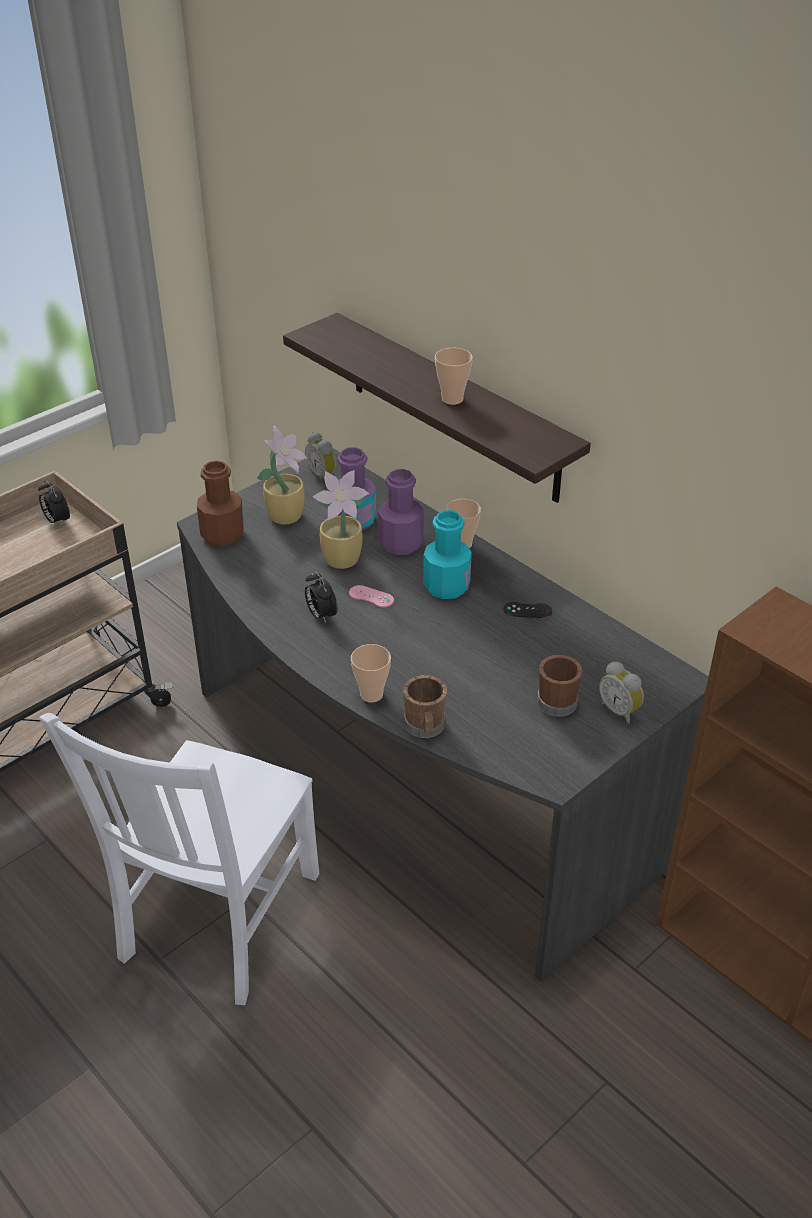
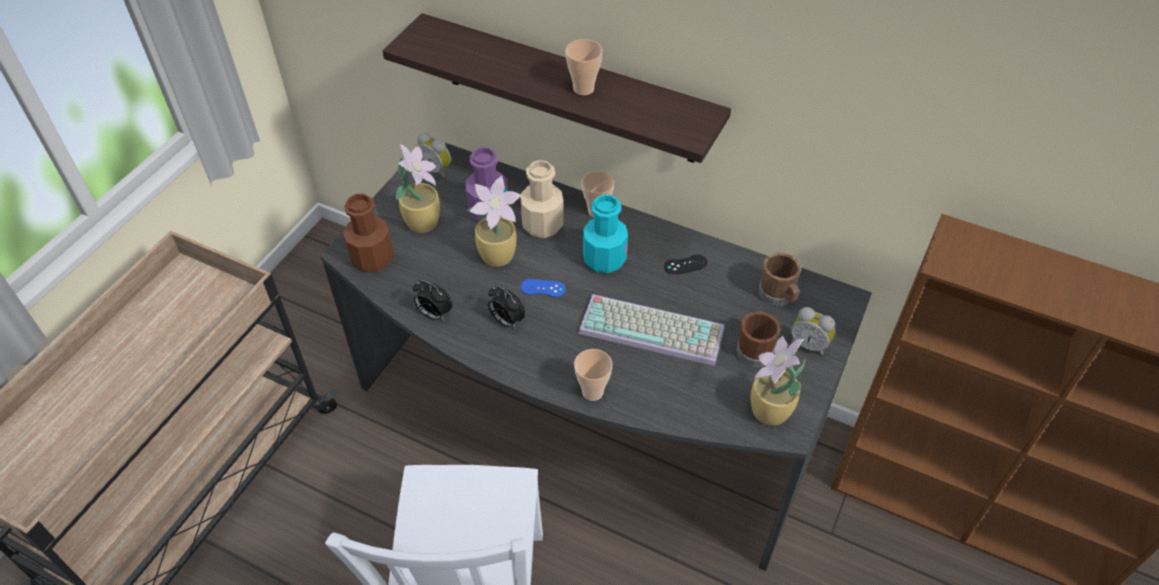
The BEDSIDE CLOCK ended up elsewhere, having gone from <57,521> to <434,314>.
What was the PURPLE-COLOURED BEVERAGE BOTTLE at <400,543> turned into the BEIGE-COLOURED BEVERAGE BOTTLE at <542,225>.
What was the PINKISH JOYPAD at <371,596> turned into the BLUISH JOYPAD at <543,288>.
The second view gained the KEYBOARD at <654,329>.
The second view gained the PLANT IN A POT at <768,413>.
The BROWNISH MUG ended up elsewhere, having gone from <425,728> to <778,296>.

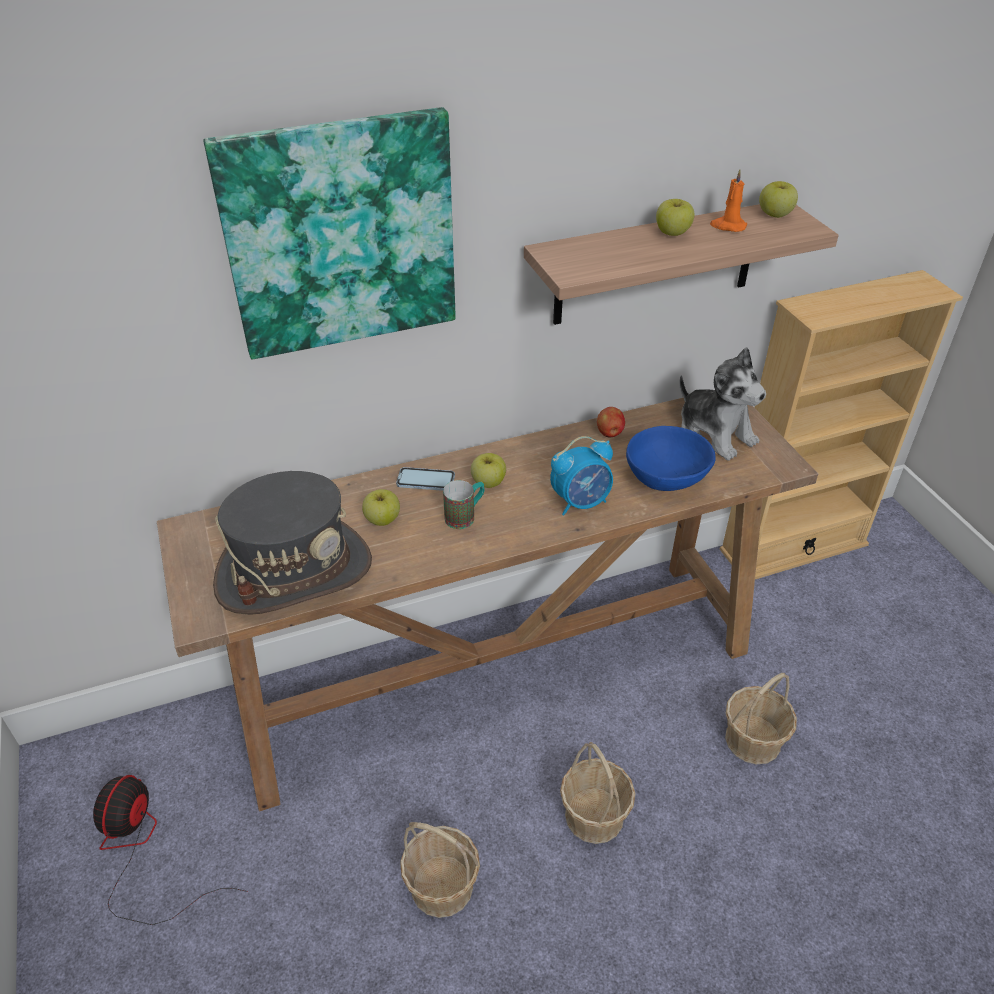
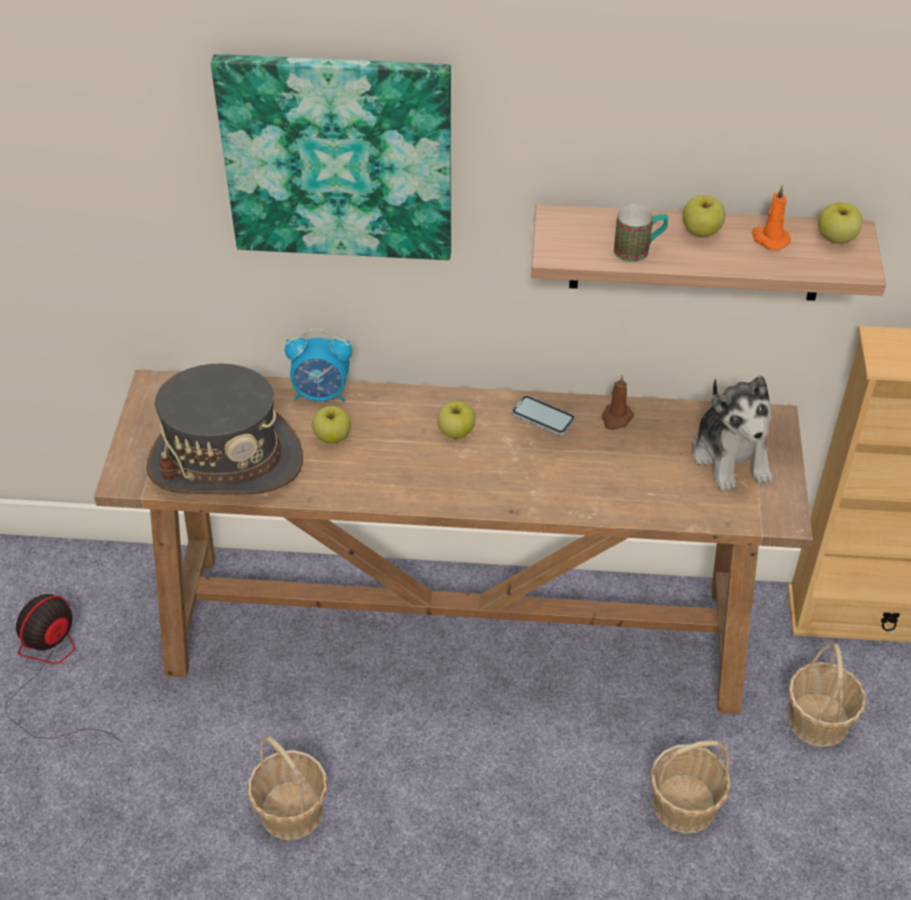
The BEDSIDE CLOCK ended up elsewhere, having gone from <581,502> to <321,393>.
The HANDSET ended up elsewhere, having gone from <425,481> to <543,417>.
Where the WHOLE APPLE stood at <609,433>, the BROWNISH CANDLE came to stand at <616,418>.
The MUG ended up elsewhere, having gone from <465,516> to <639,250>.
The BASKET ended up elsewhere, having gone from <594,815> to <818,720>.
The second view lost the BLUISH BOWL at <666,479>.

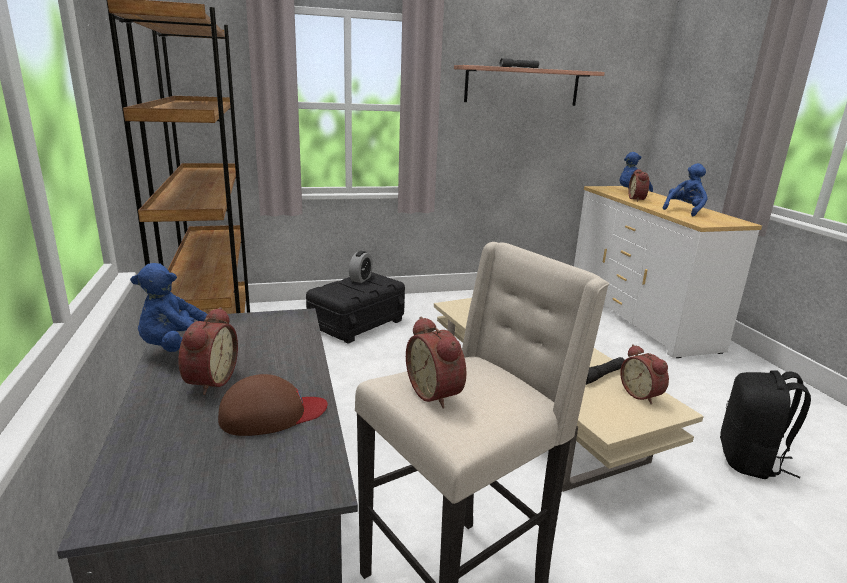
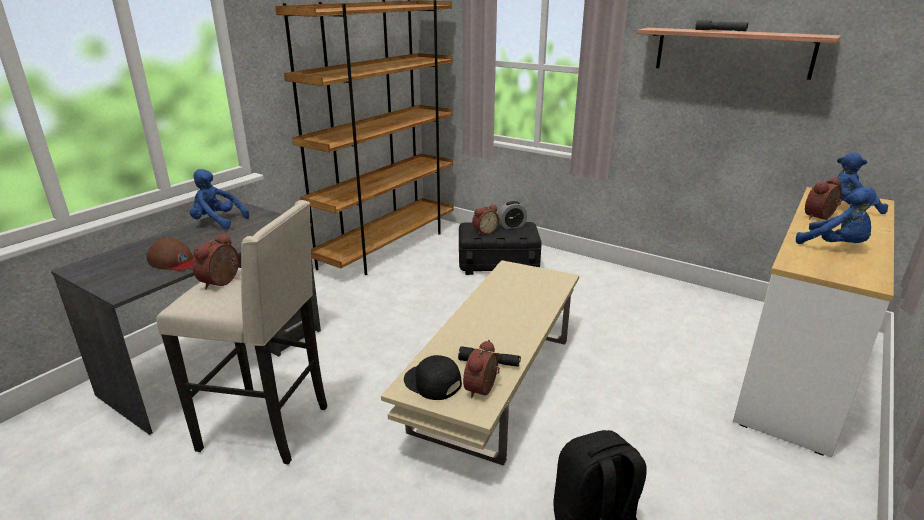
The second view gained the BLACK BASEBALL CAP at <432,383>.
The BEDSIDE CLOCK ended up elsewhere, having gone from <208,381> to <484,231>.
The BLUISH SOFT TOY at <684,210> ended up facing another way, 45 degrees clockwise from before.

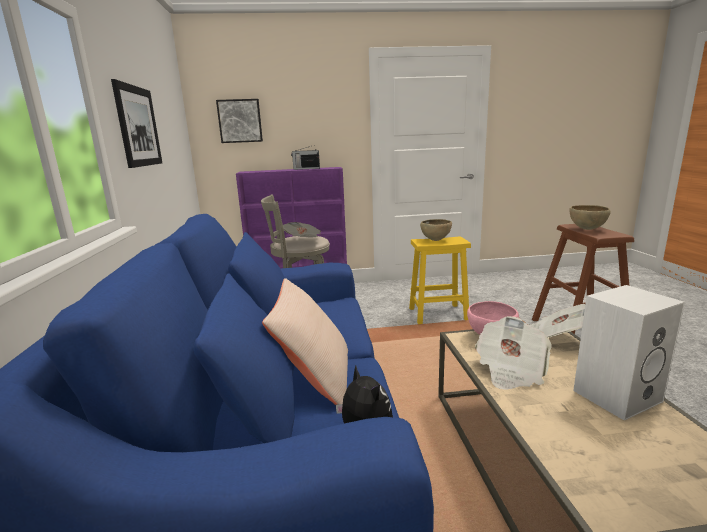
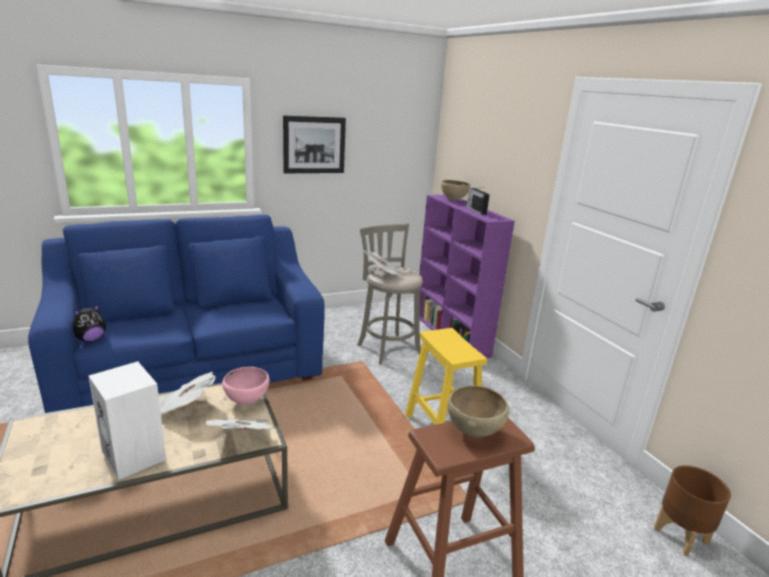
The BROWNISH BOWL ended up elsewhere, having gone from <436,240> to <453,200>.
The second view gained the BROWNISH PLANT POT at <681,536>.
The second view lost the PICTURE at <240,121>.
The second view lost the BEIGE-COLOURED CUSHION at <314,378>.

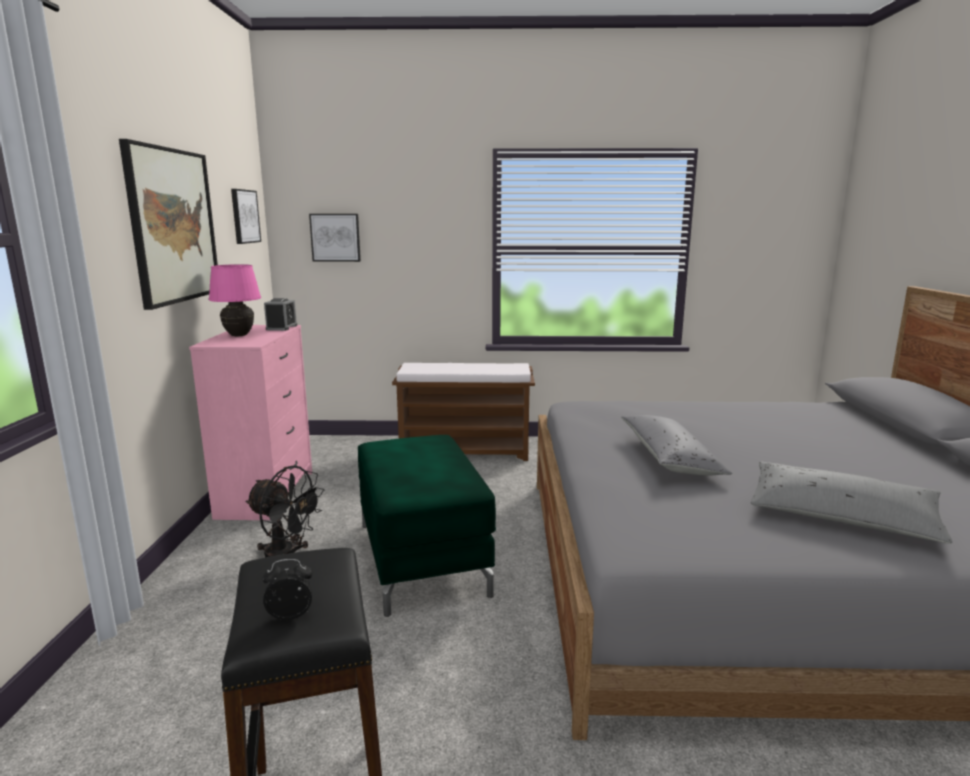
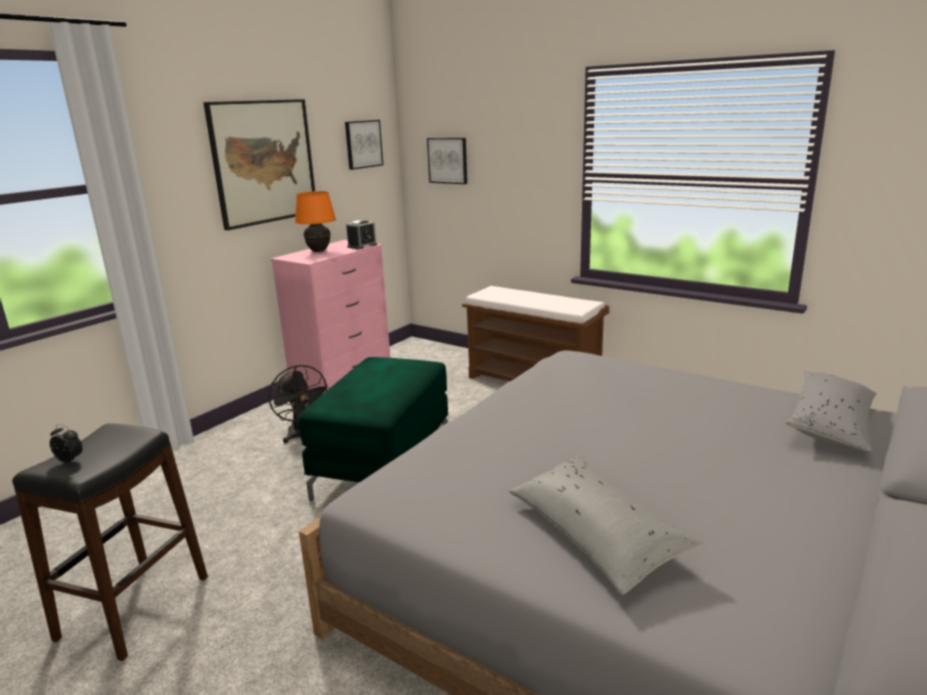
What was the PINKISH LAMP FOR A TABLE at <239,336> turned into the ORANGE LAMP FOR A TABLE at <318,251>.
The GREYISH CUSHION ended up elsewhere, having gone from <670,458> to <831,423>.

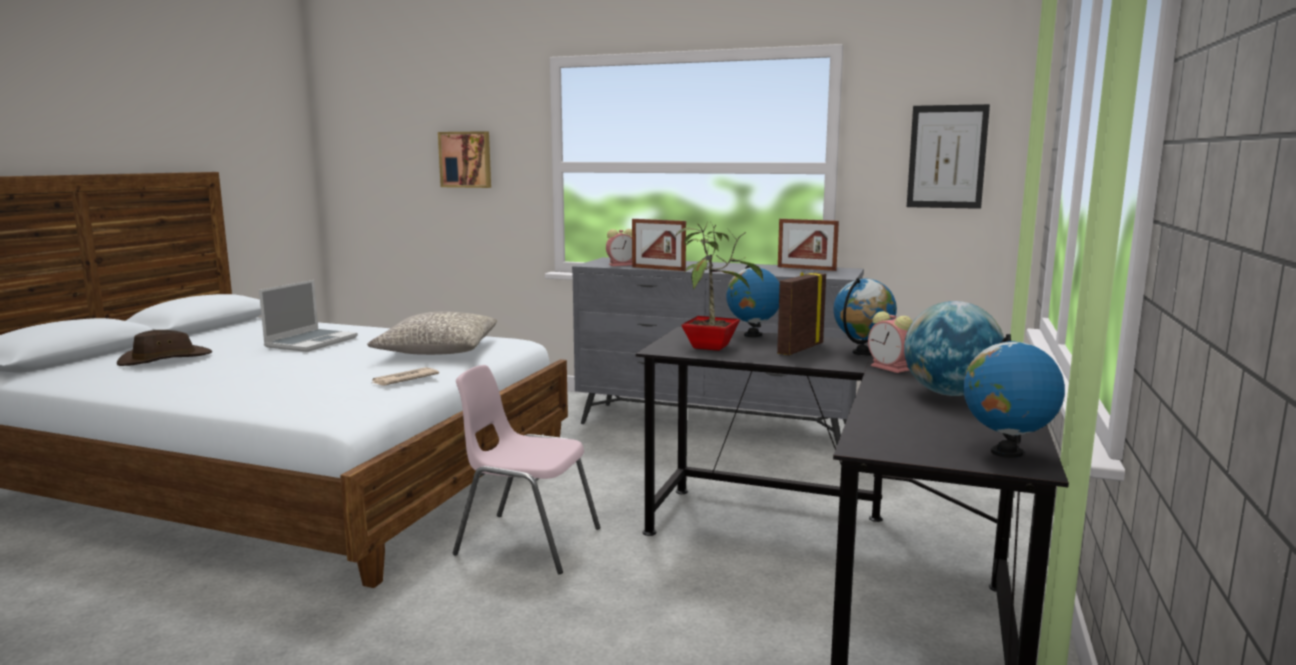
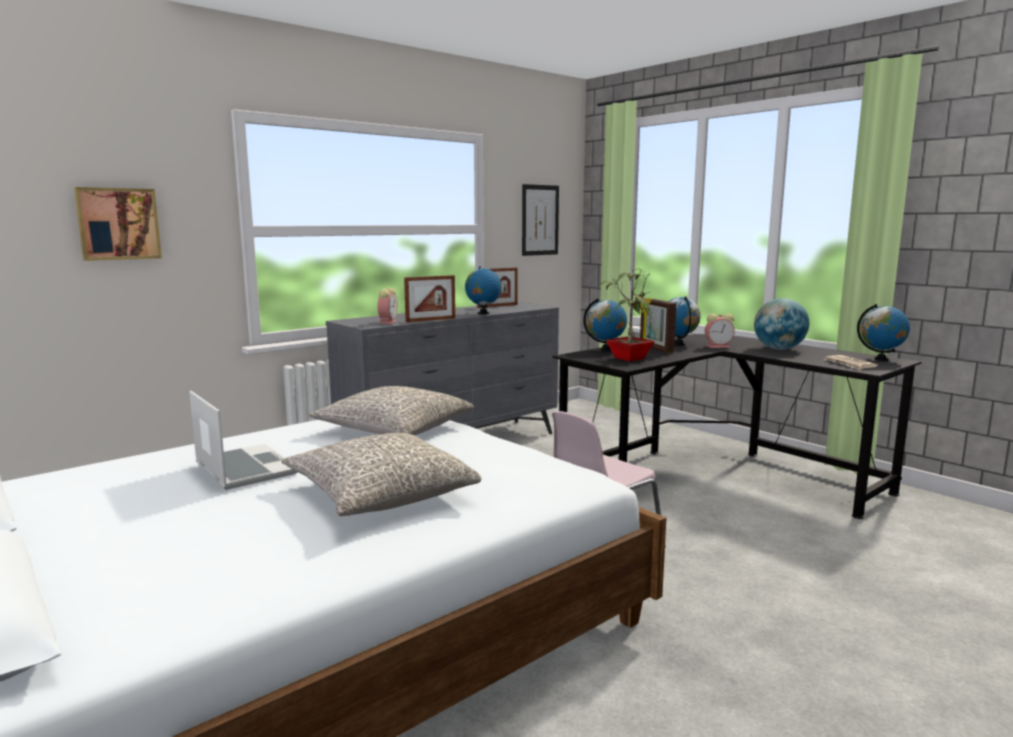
The second view gained the GREYISH CUSHION at <379,494>.
The second view gained the WORLD GLOBE at <483,313>.
The NEWSPAPER ended up elsewhere, having gone from <404,380> to <849,364>.
The second view lost the BROWNISH HAT at <165,359>.

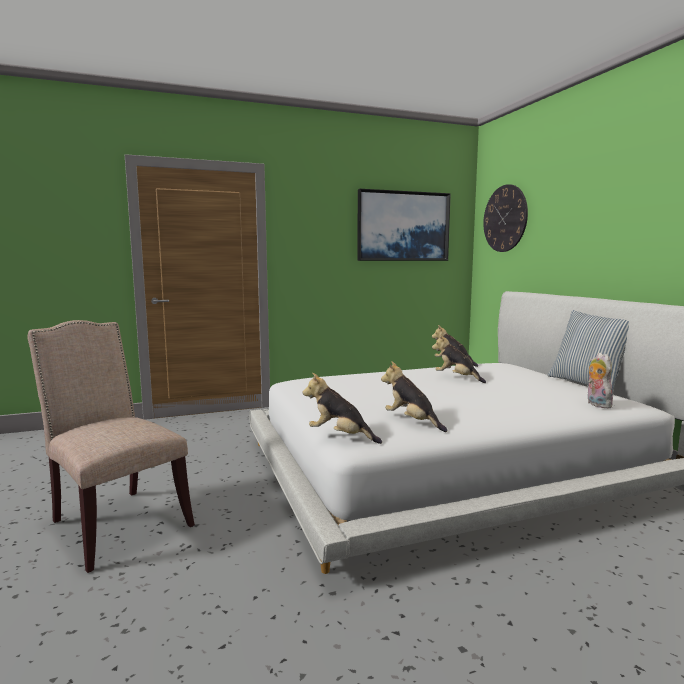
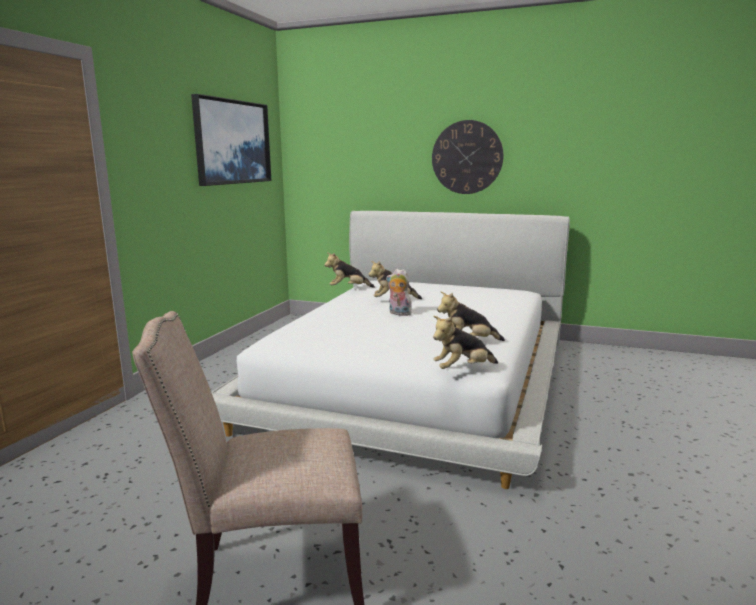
The SOFT TOY ended up elsewhere, having gone from <596,404> to <398,313>.
The HANGING CLOCK ended up elsewhere, having gone from <505,218> to <467,157>.
The second view lost the CUSHION at <587,384>.

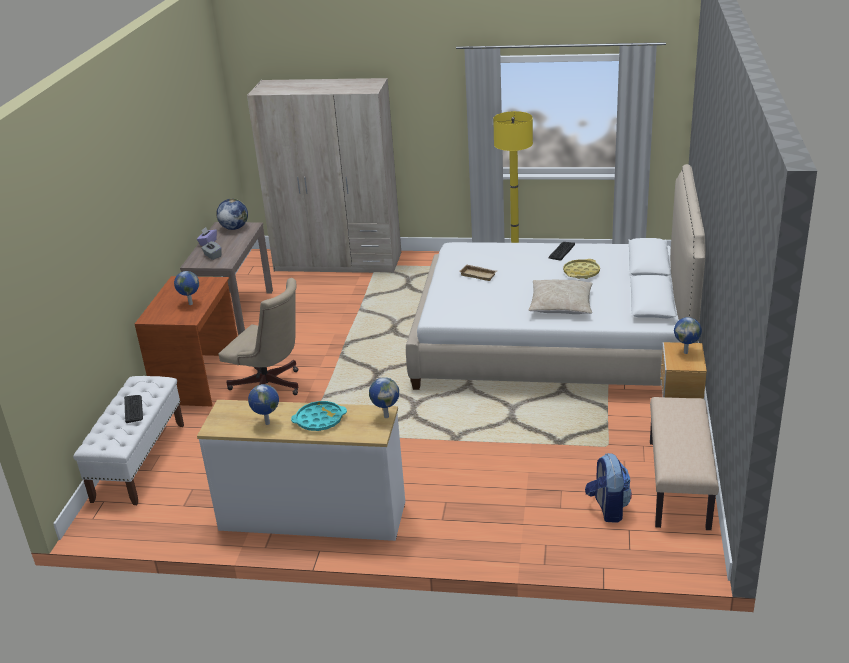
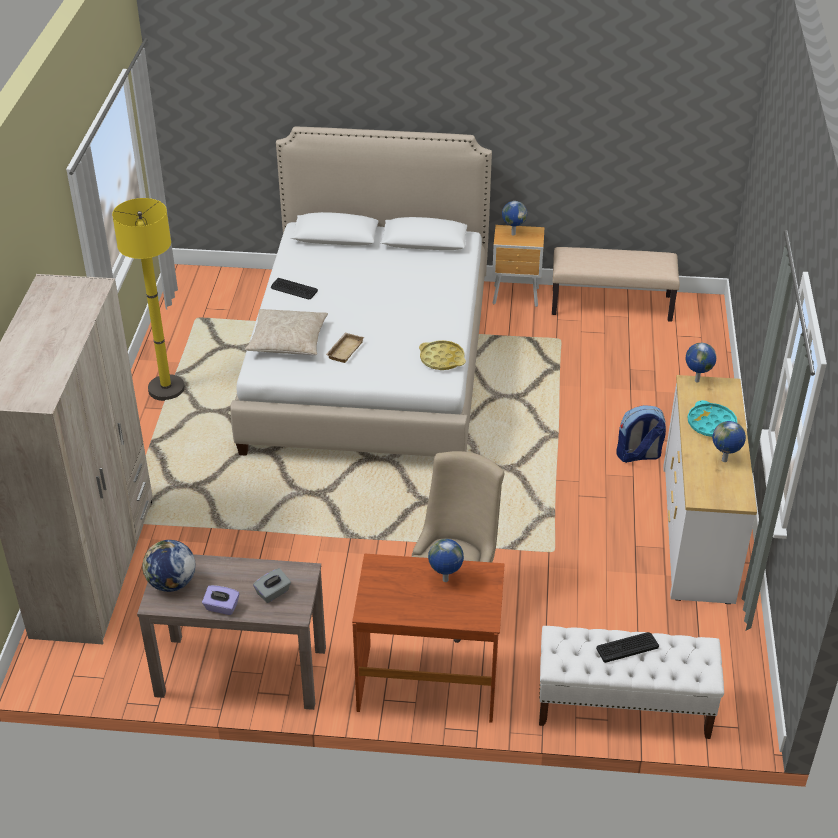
The BEIGE-COLOURED CUSHION ended up elsewhere, having gone from <561,305> to <287,340>.
The YELLOW-COLOURED CARRYING TRAY ended up elsewhere, having gone from <581,272> to <442,359>.
The KNAPSACK ended up elsewhere, having gone from <608,508> to <638,456>.

